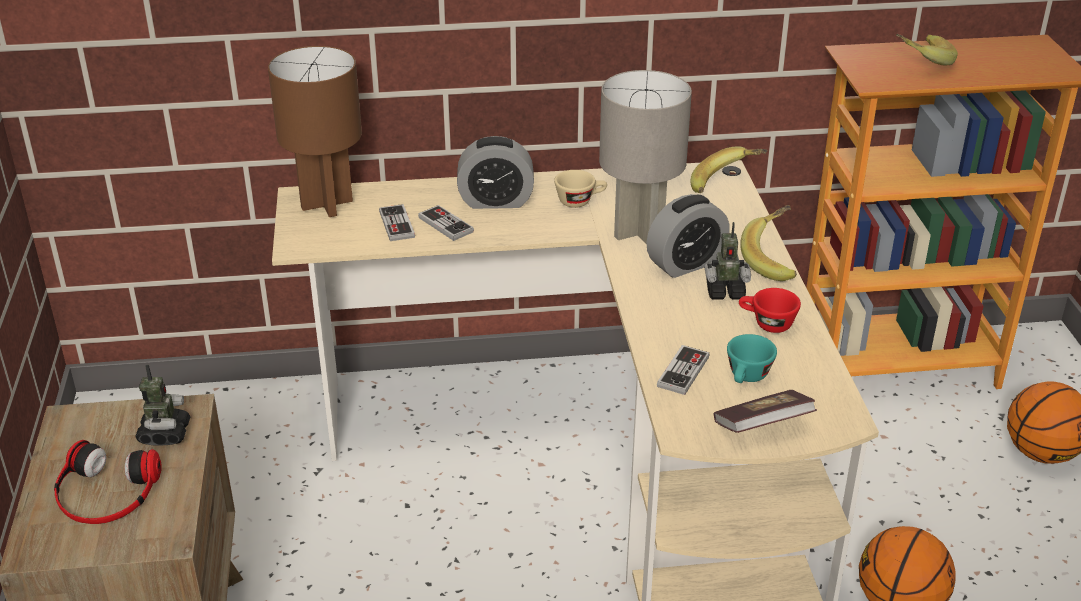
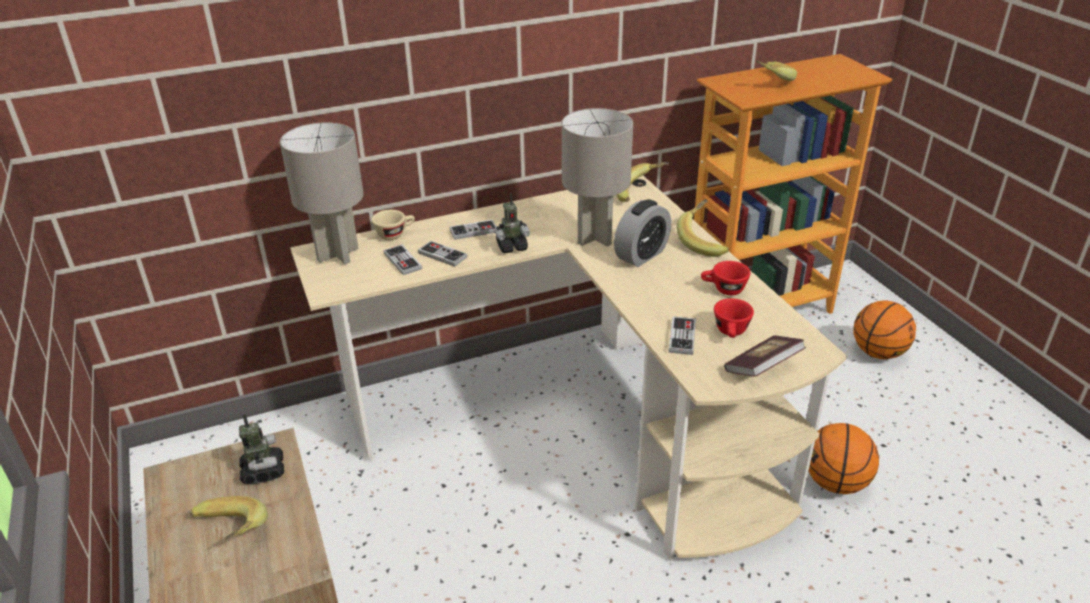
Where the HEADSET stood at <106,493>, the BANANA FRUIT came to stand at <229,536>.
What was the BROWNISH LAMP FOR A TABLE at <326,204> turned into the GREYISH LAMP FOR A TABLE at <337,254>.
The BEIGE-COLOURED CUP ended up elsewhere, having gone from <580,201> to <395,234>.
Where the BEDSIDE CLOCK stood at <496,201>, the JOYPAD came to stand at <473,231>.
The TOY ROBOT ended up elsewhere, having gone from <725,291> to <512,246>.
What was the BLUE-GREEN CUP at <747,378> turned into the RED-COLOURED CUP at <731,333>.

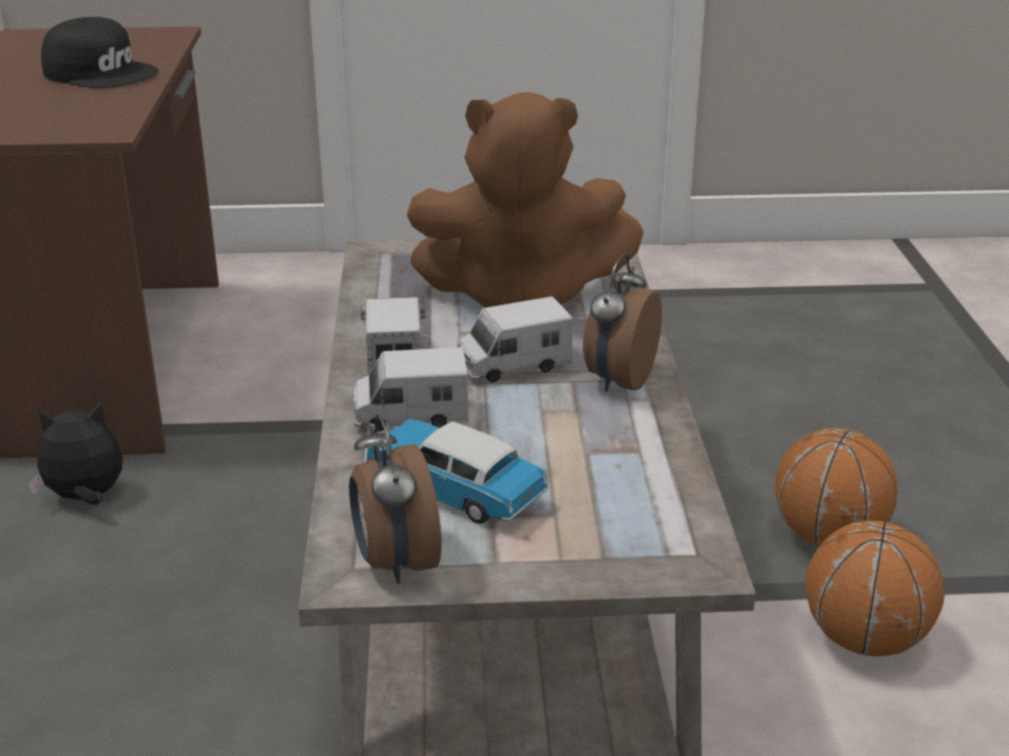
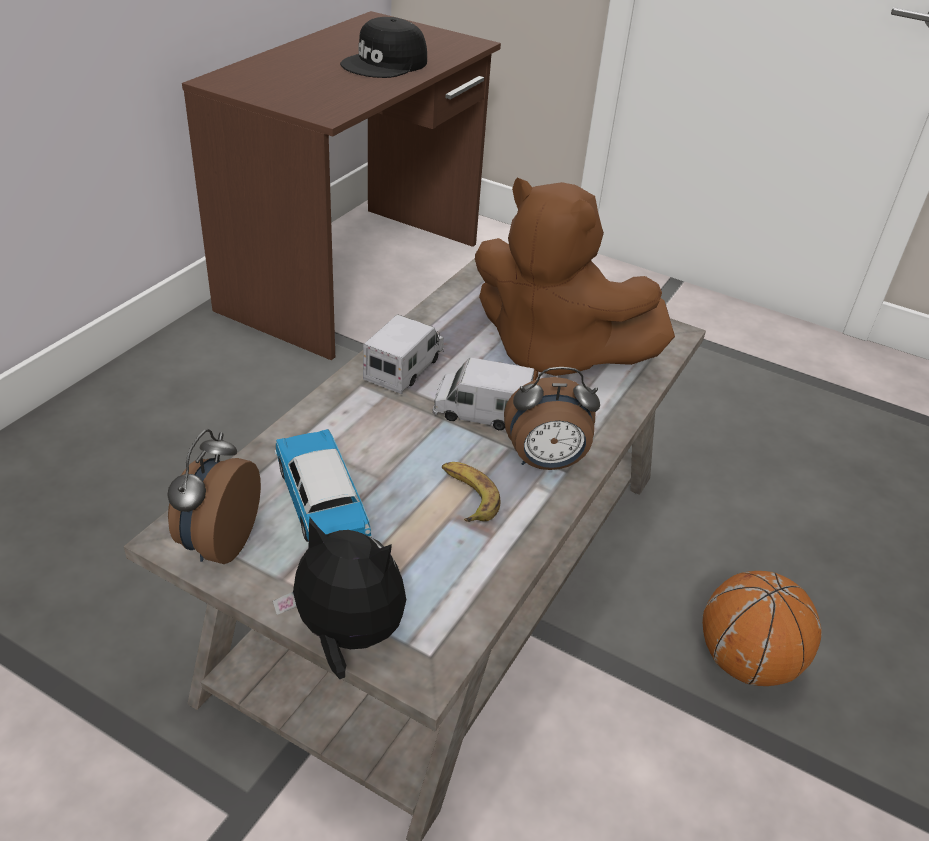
The SOFT TOY ended up elsewhere, having gone from <85,498> to <346,637>.
The BLACK BASEBALL CAP at <101,72> ended up facing another way, 75 degrees clockwise from before.
The second view gained the BANANA FRUIT at <467,496>.
The BEDSIDE CLOCK at <618,380> ended up facing another way, 150 degrees counterclockwise from before.
The second view lost the MODEL TRUCK at <411,415>.
The second view lost the BASKETBALL BALL at <864,640>.

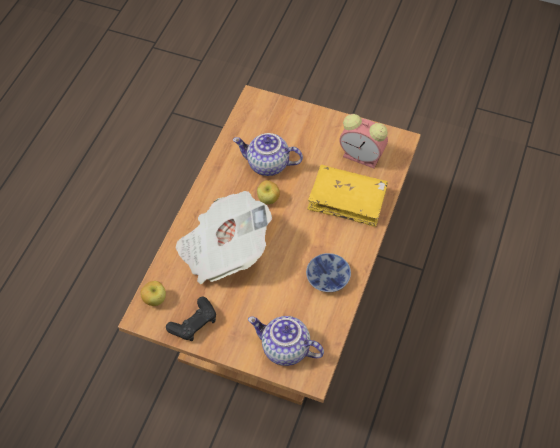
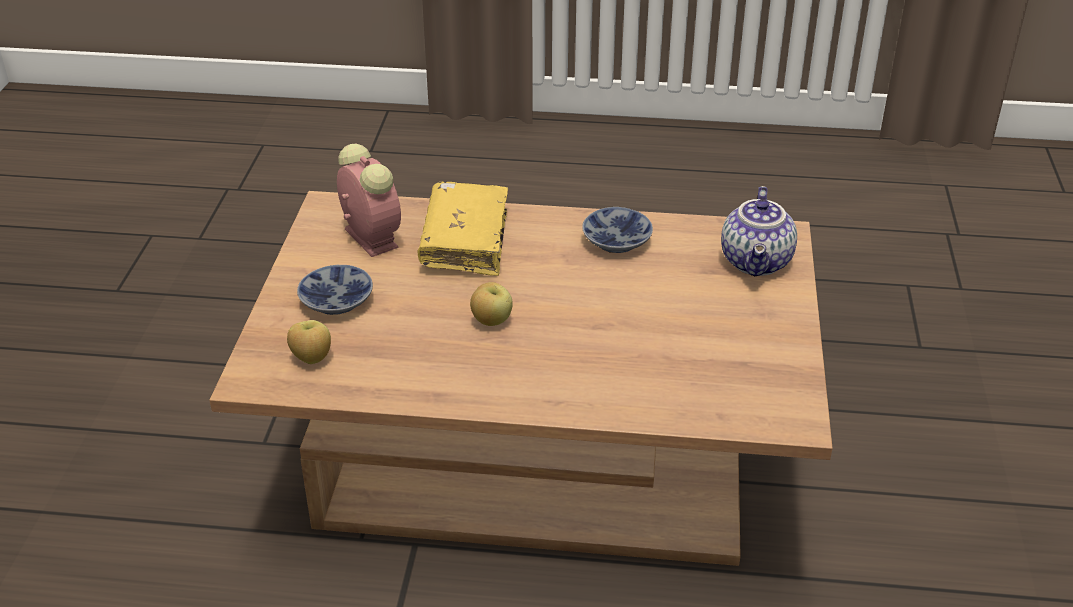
The WHOLE APPLE ended up elsewhere, having gone from <155,299> to <311,359>.
The second view gained the BOWL at <337,300>.
The BEDSIDE CLOCK at <363,156> ended up facing another way, 45 degrees counterclockwise from before.
The second view lost the BLACK JOYPAD at <194,323>.
The second view lost the NEWSPAPER at <223,250>.
The second view lost the POT FOR TEA at <267,165>.

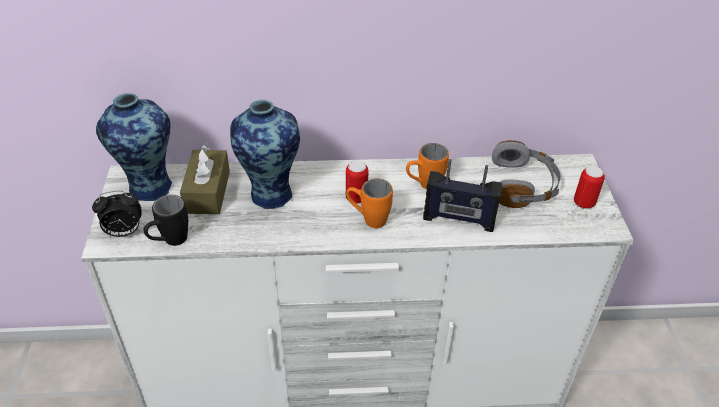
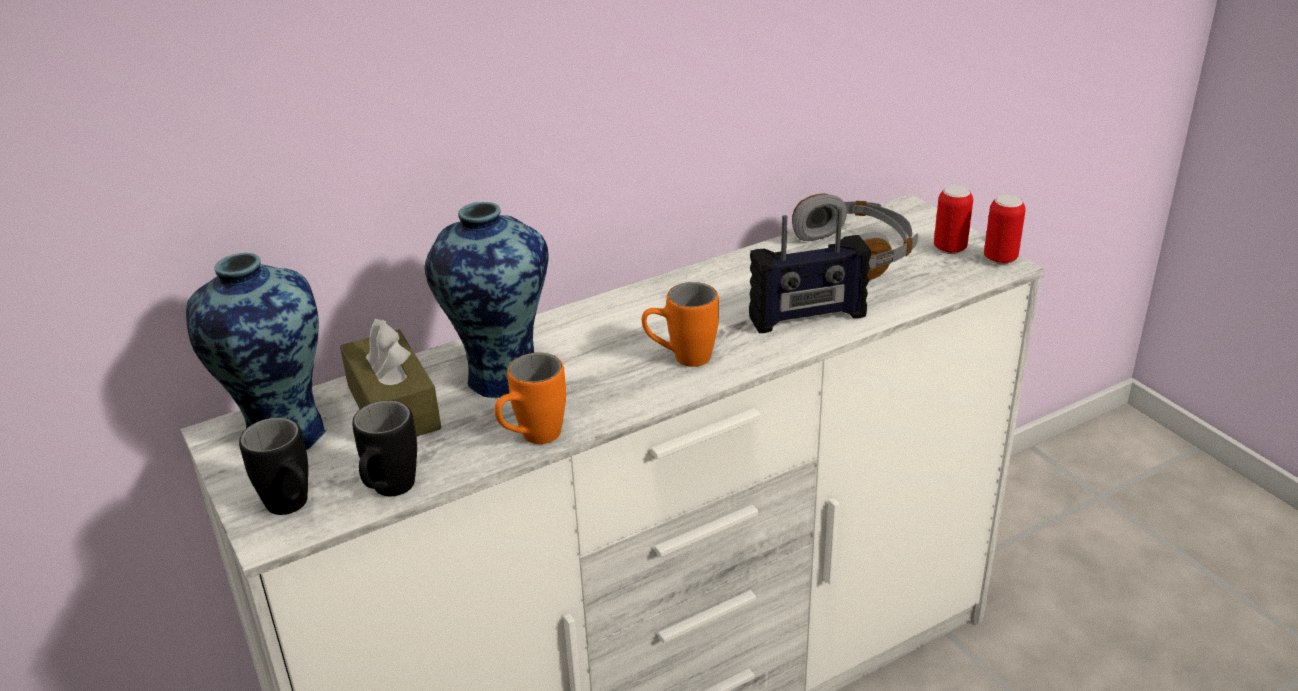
Where the BEDSIDE CLOCK stood at <124,232>, the BLACK MUG came to stand at <293,508>.
The ORANGE MUG ended up elsewhere, having gone from <424,185> to <532,439>.
The SEALED CAN ended up elsewhere, having gone from <356,198> to <1000,259>.

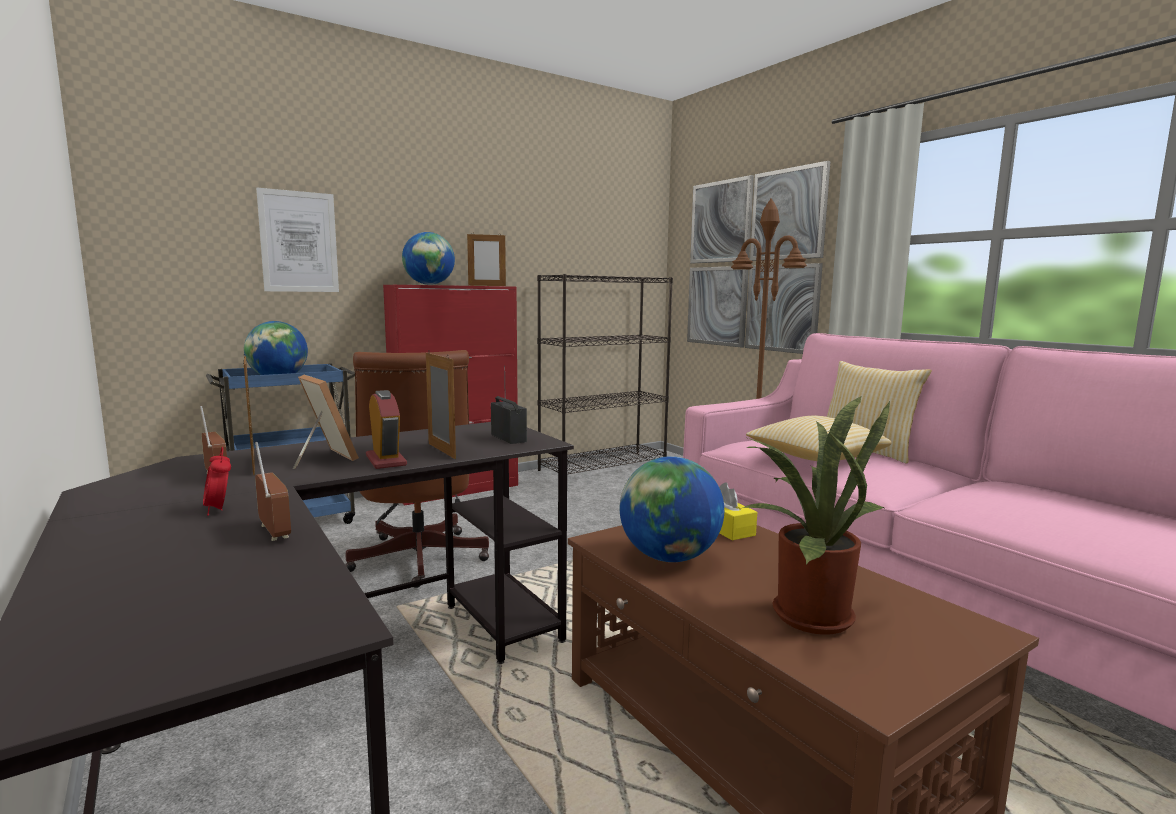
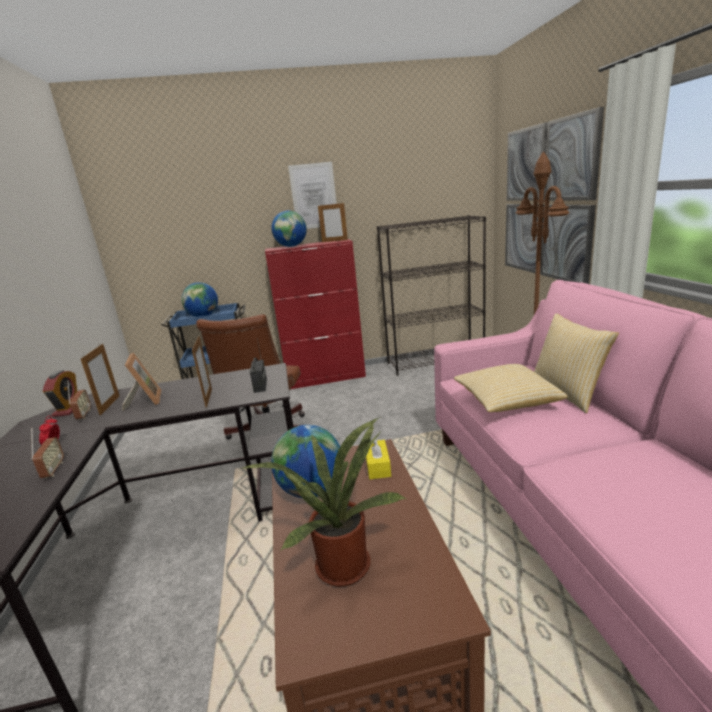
The BEDSIDE CLOCK ended up elsewhere, having gone from <386,460> to <69,409>.
The PICTURE ended up elsewhere, having gone from <299,242> to <314,196>.

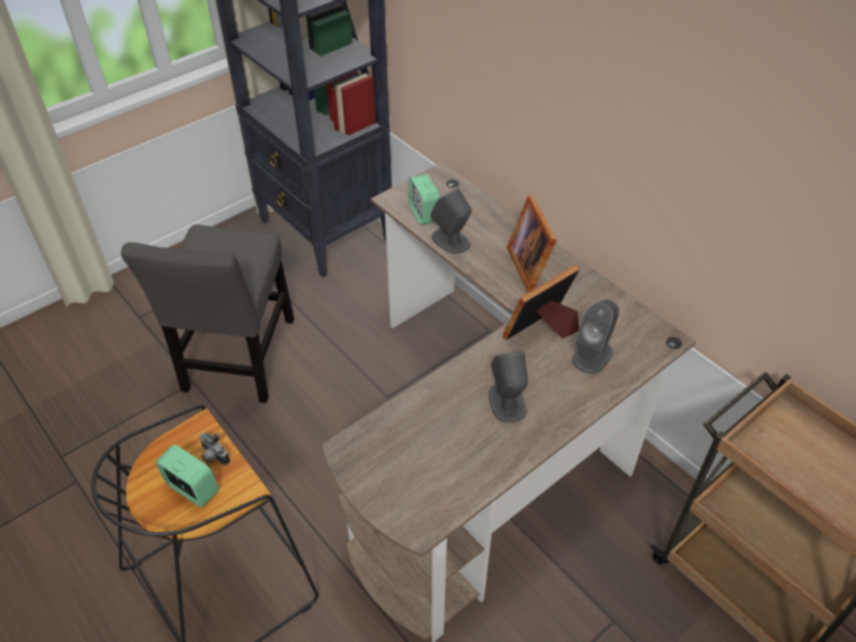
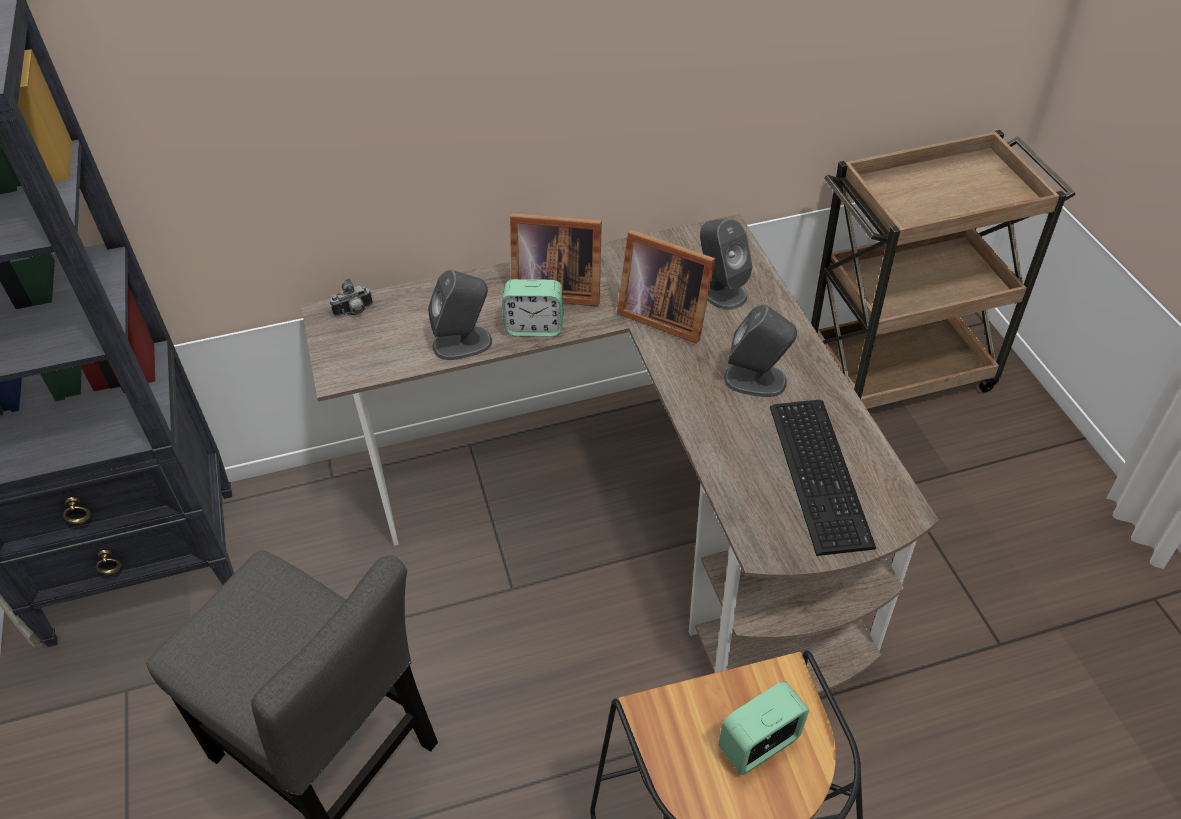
The STILL CAMERA ended up elsewhere, having gone from <213,457> to <354,312>.
The BEDSIDE CLOCK ended up elsewhere, having gone from <424,213> to <535,327>.
The PICTURE FRAME at <543,330> ended up facing another way, 45 degrees counterclockwise from before.
The second view gained the KEYBOARD at <822,472>.

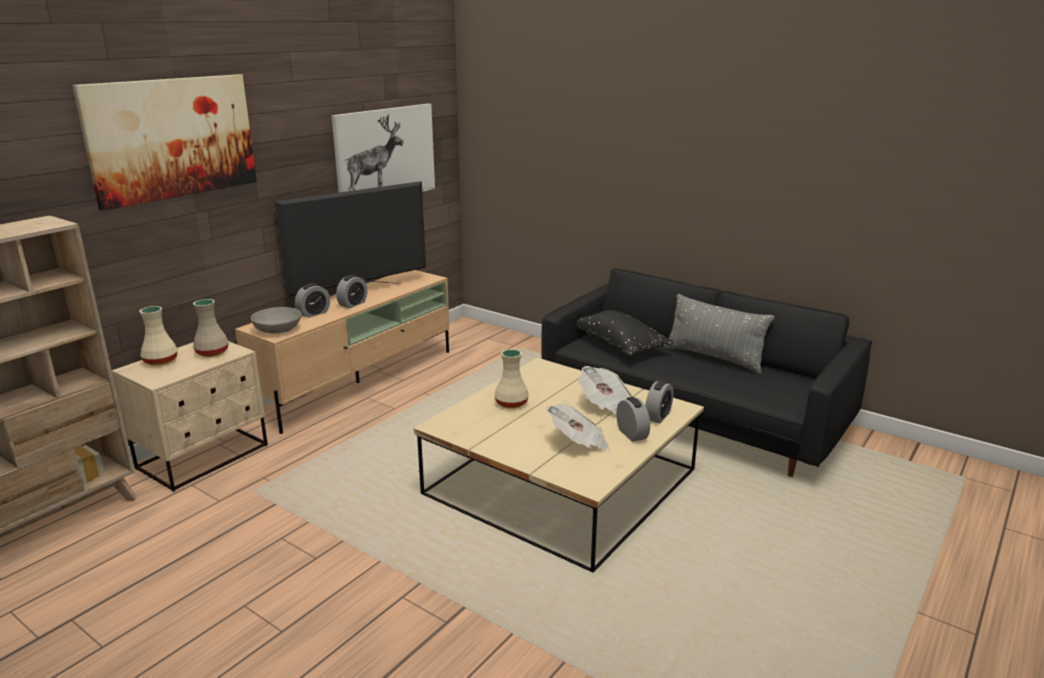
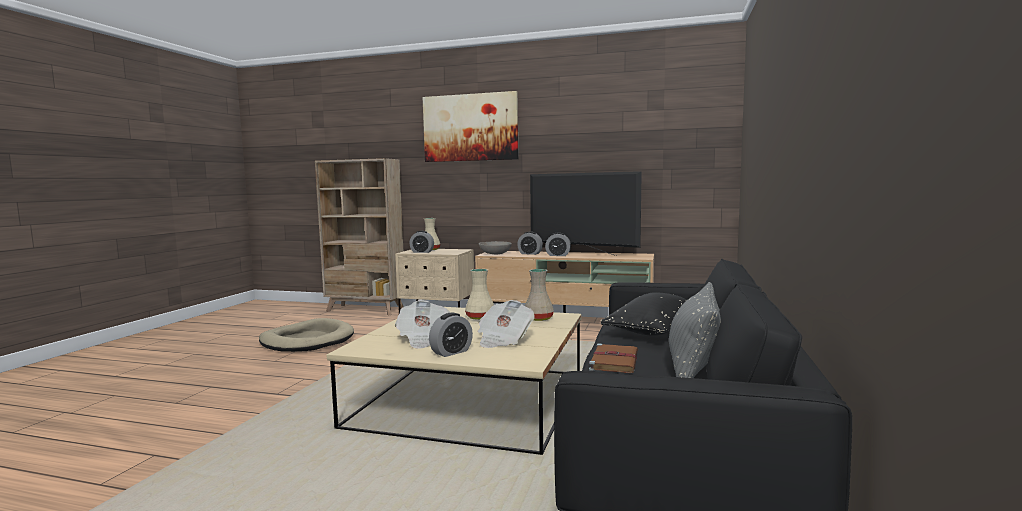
The second view gained the BEIGE-COLOURED PET BED at <307,340>.
The BEDSIDE CLOCK ended up elsewhere, having gone from <658,416> to <422,252>.
The BEIGE-COLOURED VASE ended up elsewhere, having gone from <213,352> to <539,318>.
The second view gained the BROWNISH BOUND BOOK at <614,361>.
The second view lost the PICTURE at <385,154>.

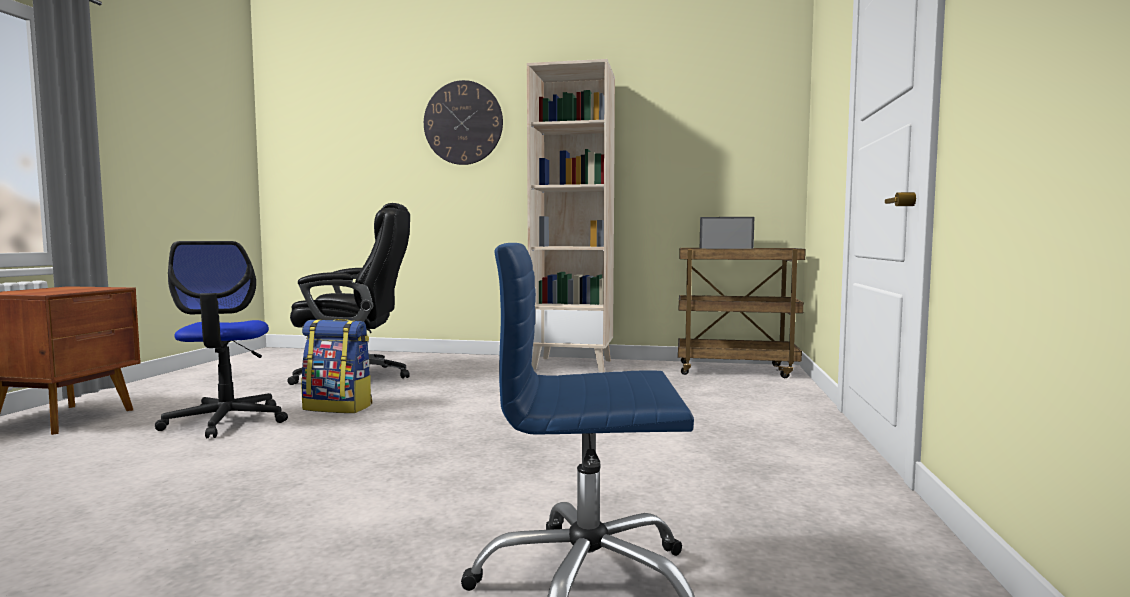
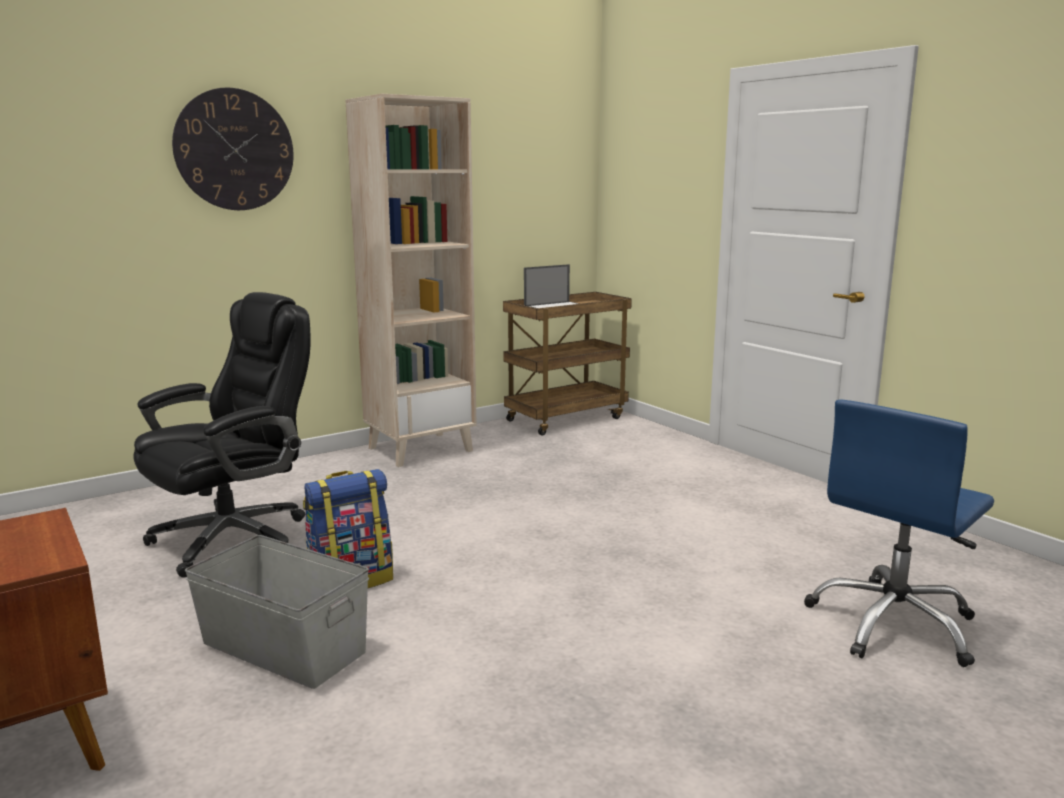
Where the OFFICE CHAIR stood at <226,421>, the GREYISH STORAGE BOX came to stand at <283,648>.

